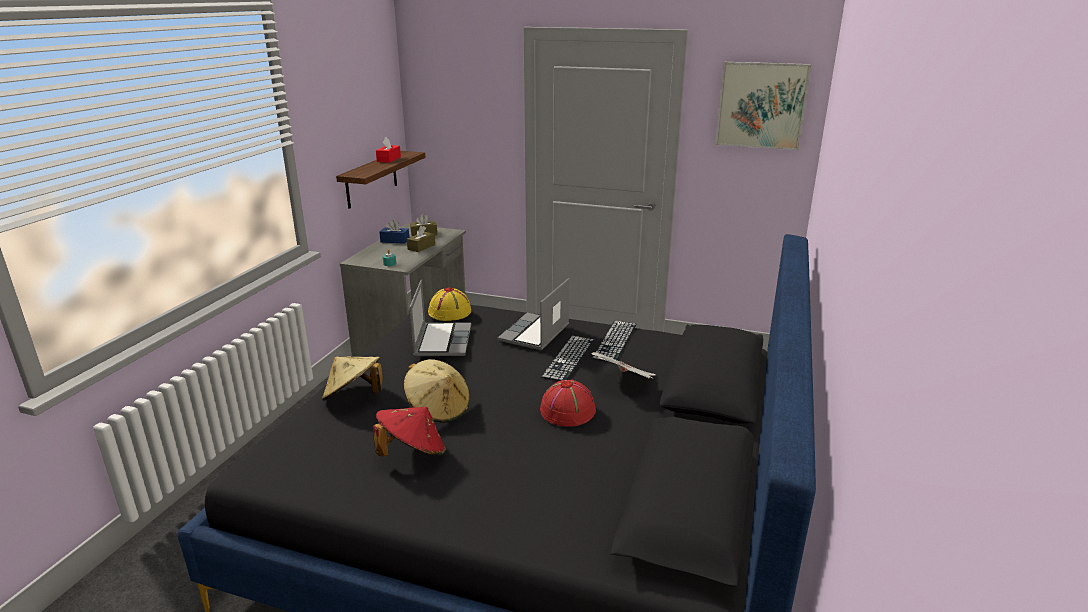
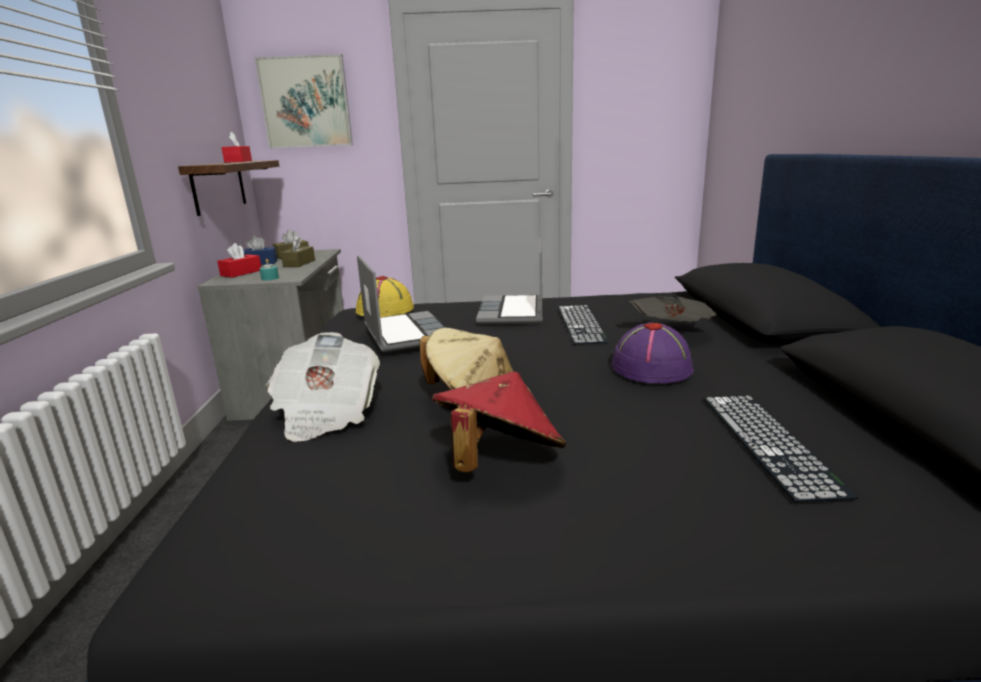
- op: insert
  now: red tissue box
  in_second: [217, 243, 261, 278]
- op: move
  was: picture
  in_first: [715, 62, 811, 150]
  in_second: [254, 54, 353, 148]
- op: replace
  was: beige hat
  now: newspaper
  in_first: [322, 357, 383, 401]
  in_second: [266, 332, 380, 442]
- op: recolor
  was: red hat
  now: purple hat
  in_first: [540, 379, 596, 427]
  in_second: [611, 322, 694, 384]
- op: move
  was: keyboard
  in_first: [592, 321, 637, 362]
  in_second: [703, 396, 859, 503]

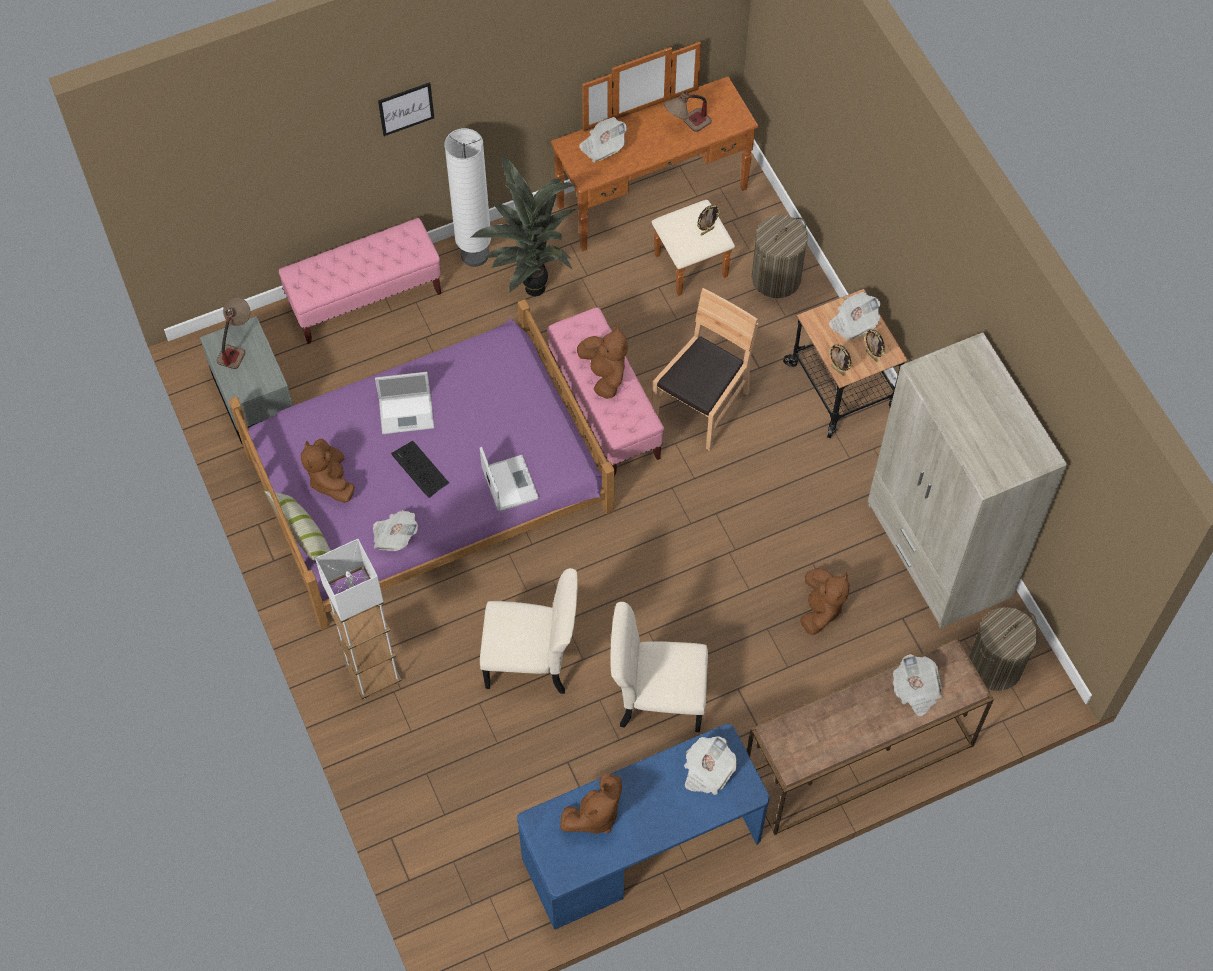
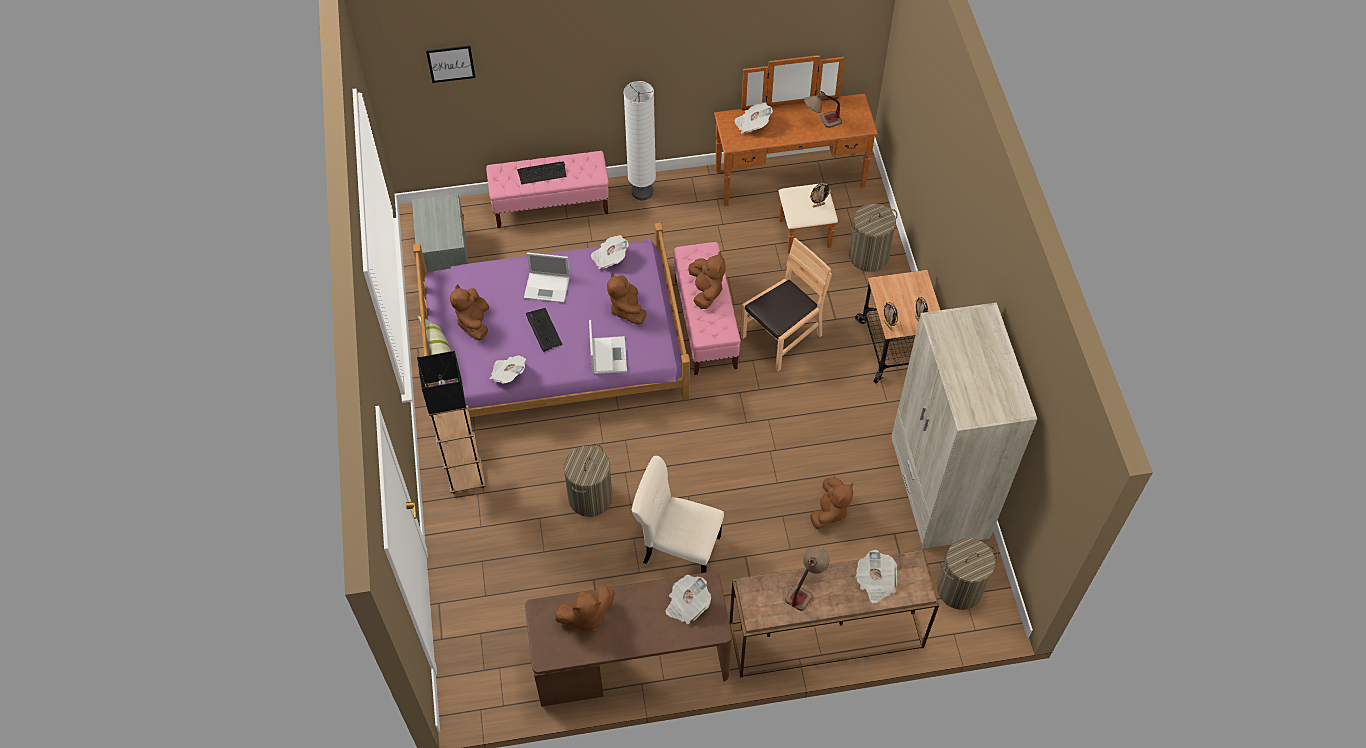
- op: recolor
  was: white floor lamp
  now: black floor lamp
  in_first: [315, 539, 401, 699]
  in_second: [417, 351, 485, 494]
- op: move
  was: picture
  in_first: [378, 82, 434, 136]
  in_second: [426, 45, 476, 83]
- op: insert
  now: keyboard
  in_second: [517, 162, 566, 185]
- op: recolor
  was: blue desk
  now: brown desk
  in_first: [517, 724, 770, 930]
  in_second: [525, 572, 732, 707]
- op: replace
  was: beige chair
  now: laundry basket
  in_first: [480, 568, 578, 694]
  in_second: [564, 444, 612, 517]
- op: move
  was: newspaper
  in_first: [829, 292, 881, 341]
  in_second: [591, 235, 629, 269]
- op: insert
  now: brown plush toy
  in_second: [607, 273, 647, 325]
- op: move
  was: table lamp
  in_first: [217, 297, 250, 369]
  in_second: [785, 547, 829, 611]
- op: delete
  was: potted plant
  in_first: [470, 156, 576, 296]

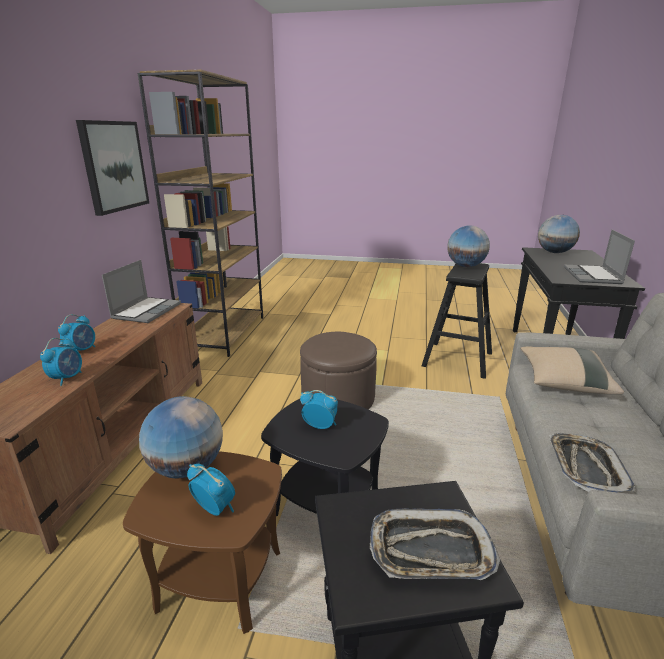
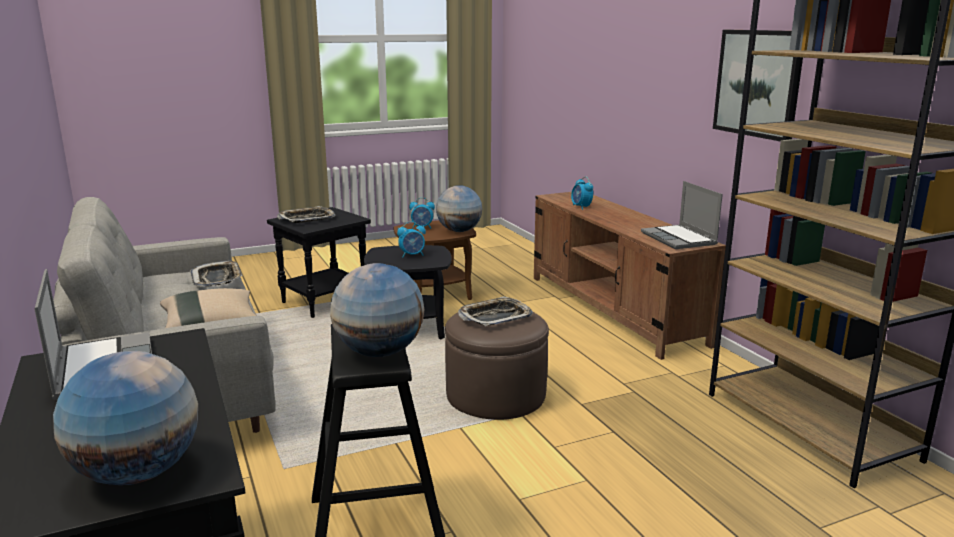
- op: insert
  now: tray
  in_second: [458, 296, 533, 326]
- op: delete
  was: alarm clock
  in_first: [58, 314, 95, 351]

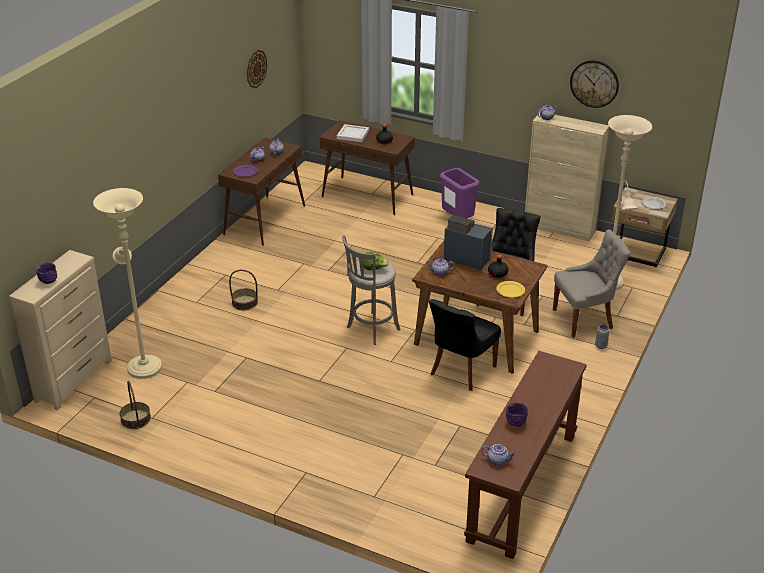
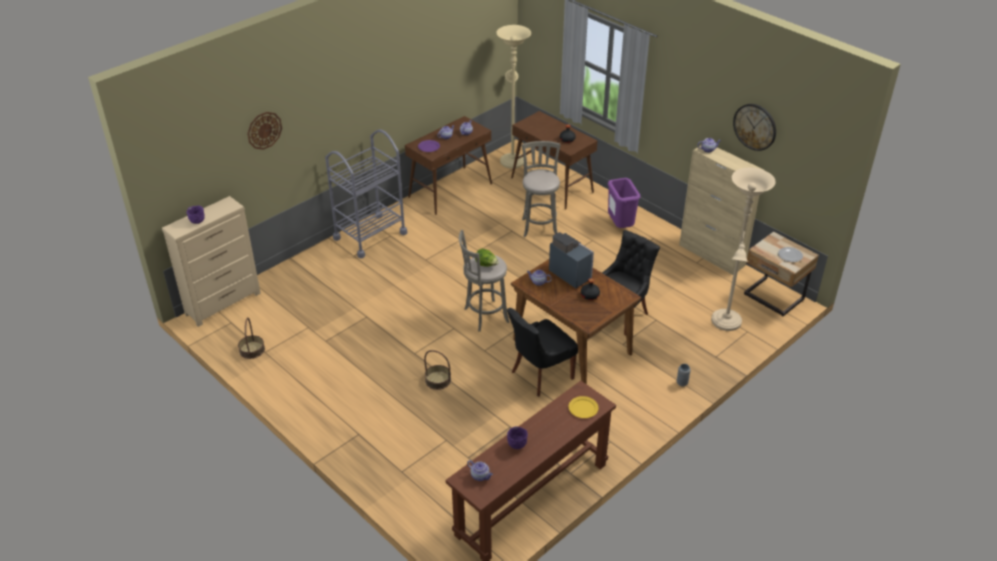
- op: move
  was: wall clock
  in_first: [247, 50, 267, 88]
  in_second: [247, 112, 282, 150]
- op: insert
  now: grey cart
  in_second: [325, 130, 407, 258]
- op: move
  was: basket
  in_first: [229, 270, 258, 310]
  in_second: [424, 350, 451, 390]
- op: move
  was: beige floor lamp
  in_first: [93, 188, 162, 379]
  in_second: [496, 25, 531, 169]
- op: insert
  now: grey stool
  in_second: [522, 141, 561, 237]
- op: move
  was: yellow plate
  in_first: [496, 281, 525, 297]
  in_second: [568, 396, 598, 418]
- op: delete
  was: white tray
  in_first: [337, 124, 369, 142]
- op: delete
  was: grey chair
  in_first: [553, 229, 630, 338]

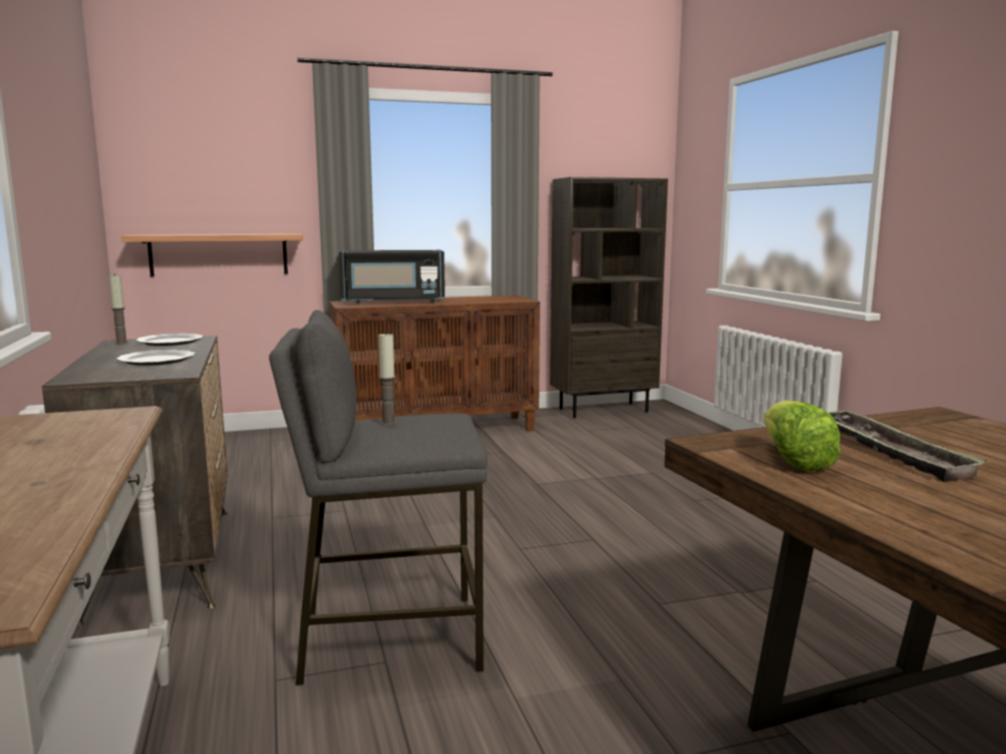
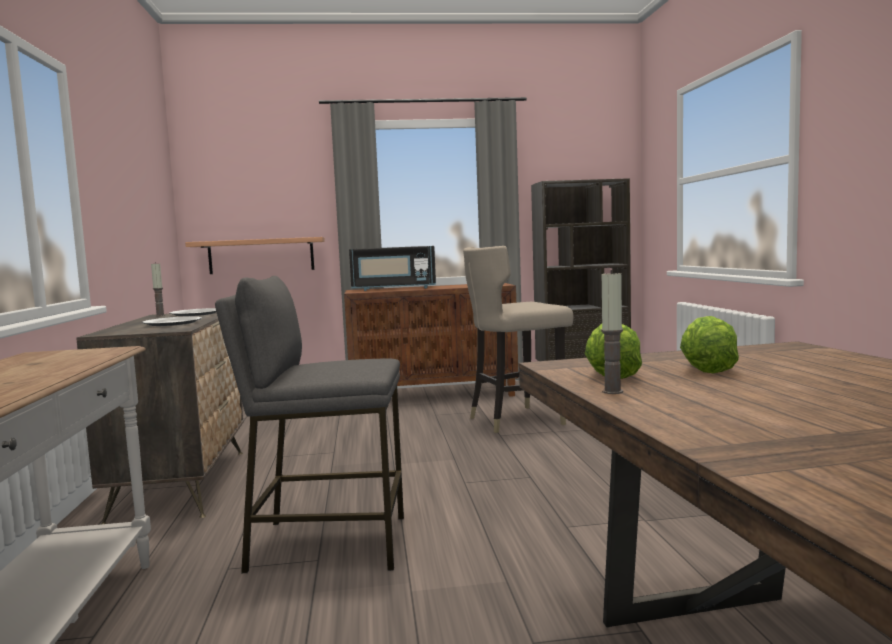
- op: insert
  now: beige stool
  in_second: [463, 246, 573, 433]
- op: move
  was: candle
  in_first: [378, 332, 396, 426]
  in_second: [601, 270, 623, 394]
- op: replace
  was: tray
  now: lettuce
  in_first: [828, 410, 988, 482]
  in_second: [680, 316, 739, 373]

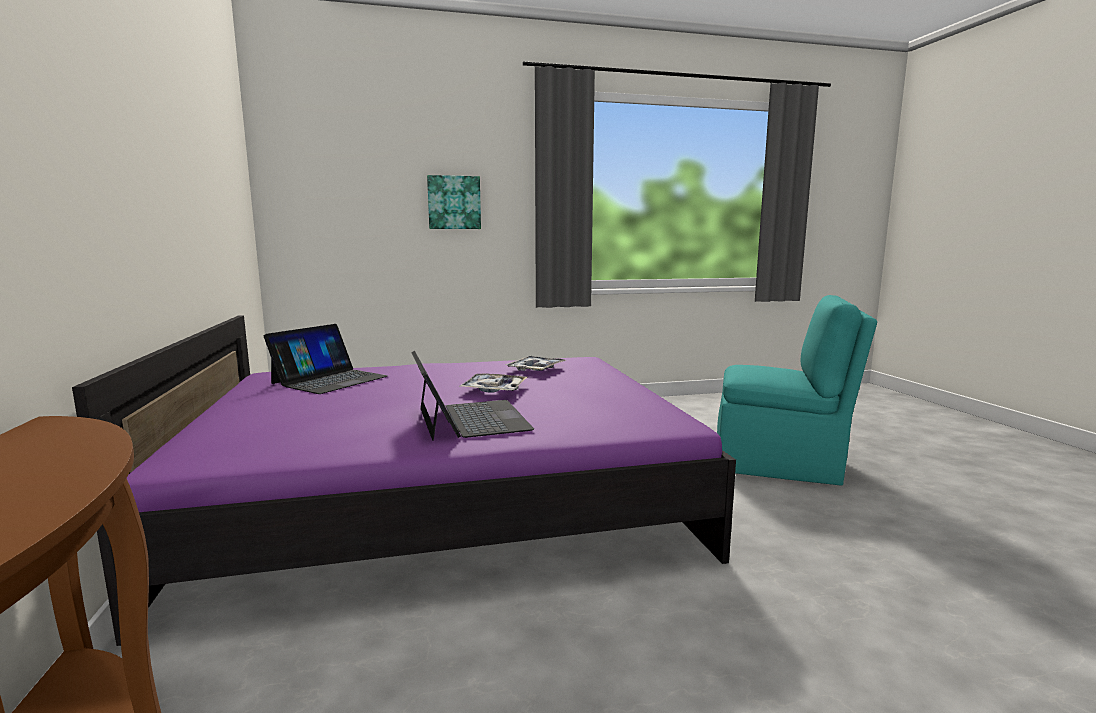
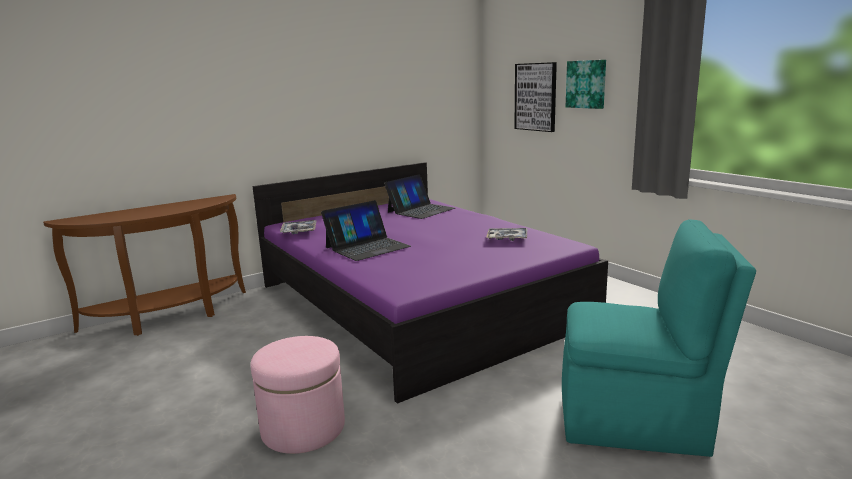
- op: insert
  now: pink ottoman
  in_second: [251, 336, 345, 454]
- op: move
  was: tray
  in_first: [459, 374, 527, 393]
  in_second: [280, 220, 317, 234]
- op: rotate
  was: laptop
  in_first: [264, 324, 388, 394]
  in_second: [384, 174, 455, 219]
  clockwise: -60
- op: insert
  now: picture
  in_second: [514, 62, 557, 132]
- op: rotate
  was: turquoise chair
  in_first: [717, 295, 877, 486]
  in_second: [562, 219, 756, 457]
  clockwise: -75

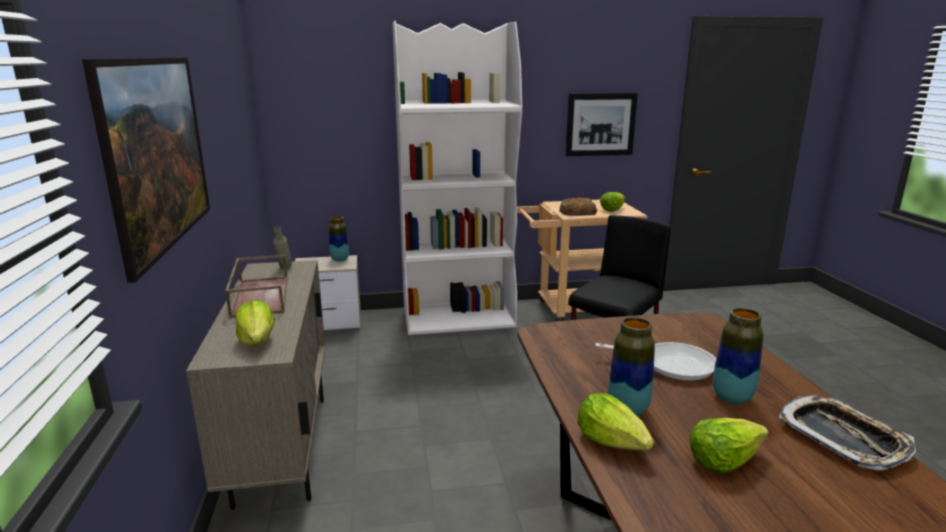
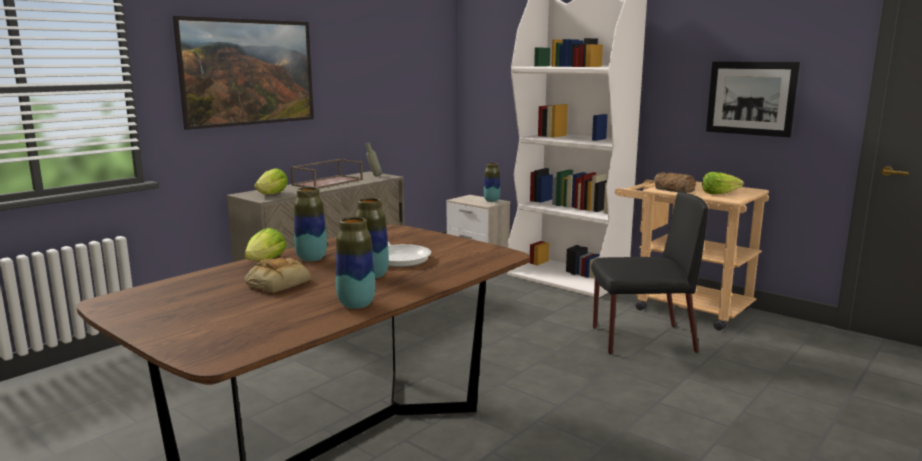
- op: replace
  was: lettuce
  now: bread
  in_first: [689, 418, 768, 474]
  in_second: [244, 257, 311, 293]
- op: replace
  was: tray
  now: vase
  in_first: [779, 394, 916, 471]
  in_second: [336, 217, 375, 309]

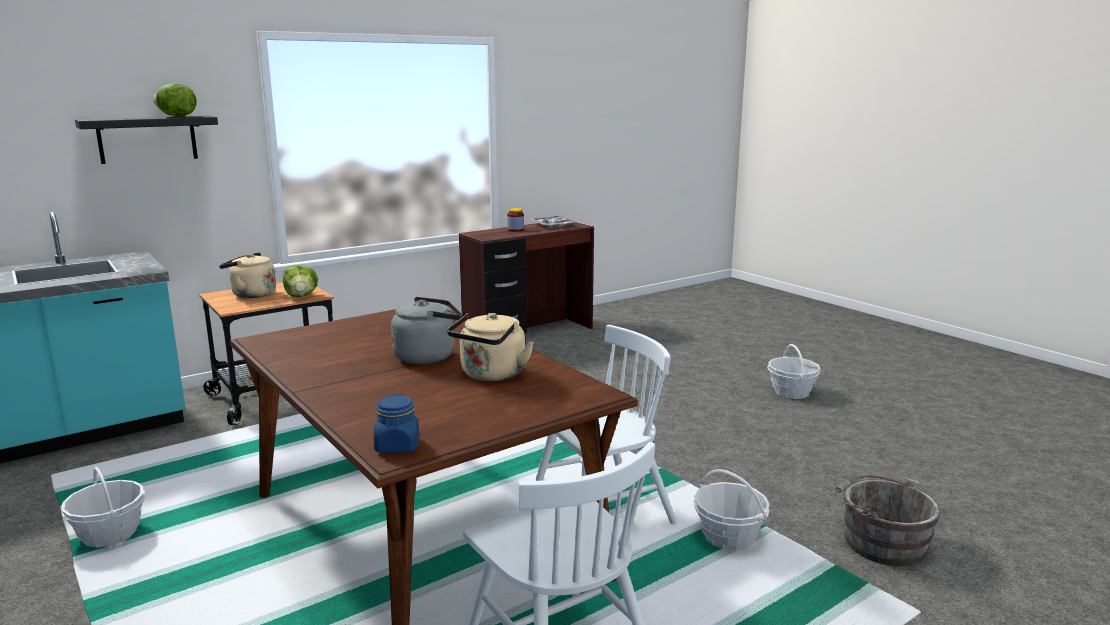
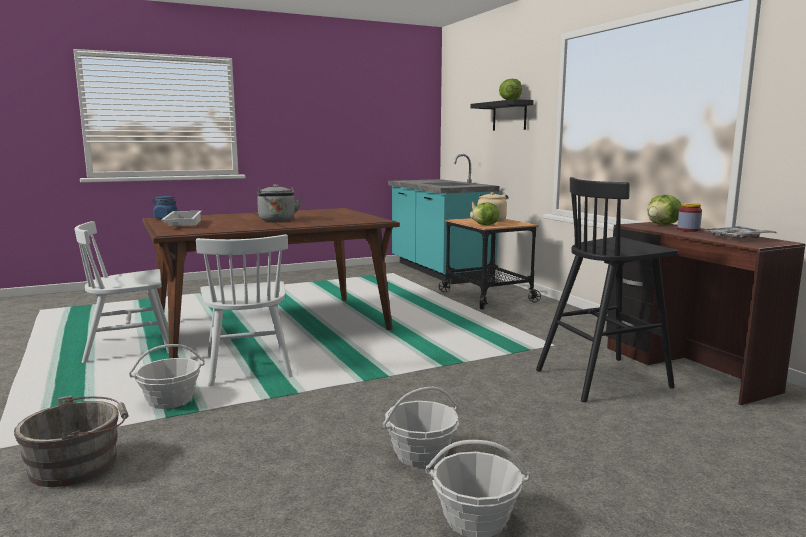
- op: insert
  now: white tray
  in_second: [161, 211, 202, 226]
- op: move
  was: basket
  in_first: [61, 467, 146, 547]
  in_second: [383, 387, 459, 468]
- op: insert
  now: black stool
  in_second: [536, 177, 678, 402]
- op: insert
  now: lettuce
  in_second: [648, 195, 682, 225]
- op: delete
  was: beige kettle
  in_first: [447, 313, 534, 381]

